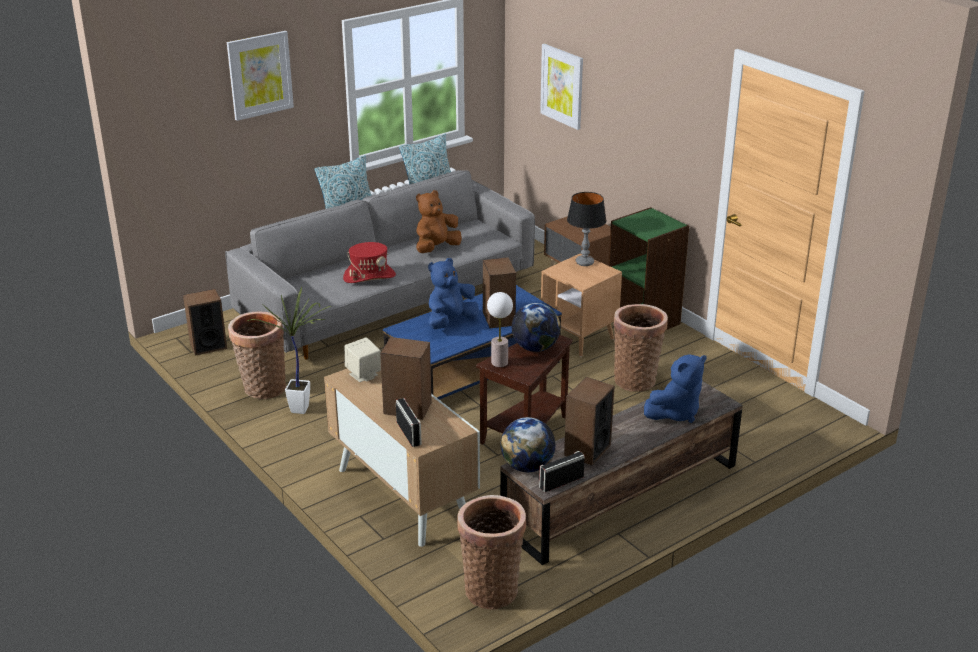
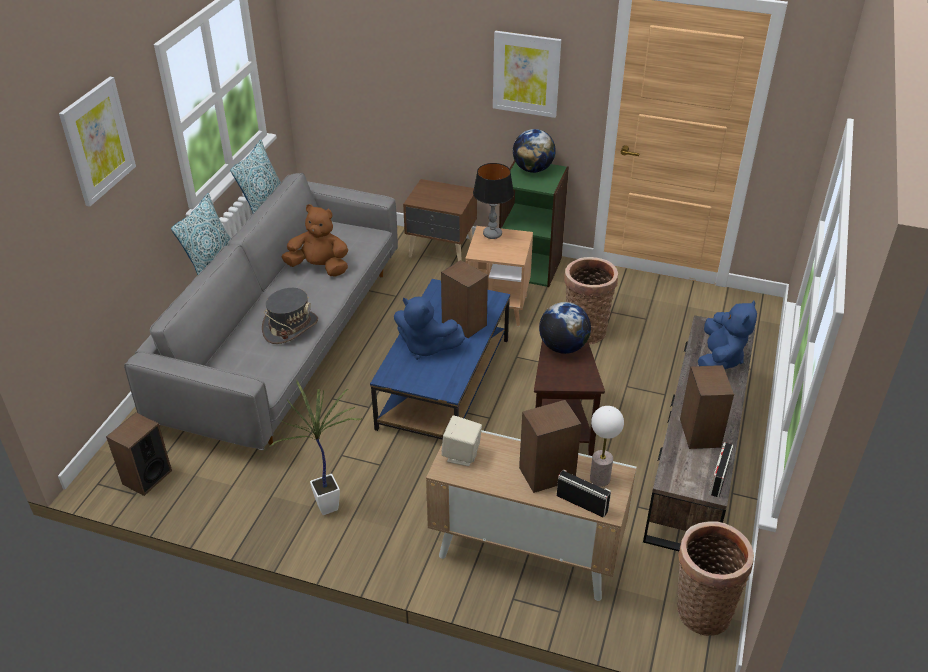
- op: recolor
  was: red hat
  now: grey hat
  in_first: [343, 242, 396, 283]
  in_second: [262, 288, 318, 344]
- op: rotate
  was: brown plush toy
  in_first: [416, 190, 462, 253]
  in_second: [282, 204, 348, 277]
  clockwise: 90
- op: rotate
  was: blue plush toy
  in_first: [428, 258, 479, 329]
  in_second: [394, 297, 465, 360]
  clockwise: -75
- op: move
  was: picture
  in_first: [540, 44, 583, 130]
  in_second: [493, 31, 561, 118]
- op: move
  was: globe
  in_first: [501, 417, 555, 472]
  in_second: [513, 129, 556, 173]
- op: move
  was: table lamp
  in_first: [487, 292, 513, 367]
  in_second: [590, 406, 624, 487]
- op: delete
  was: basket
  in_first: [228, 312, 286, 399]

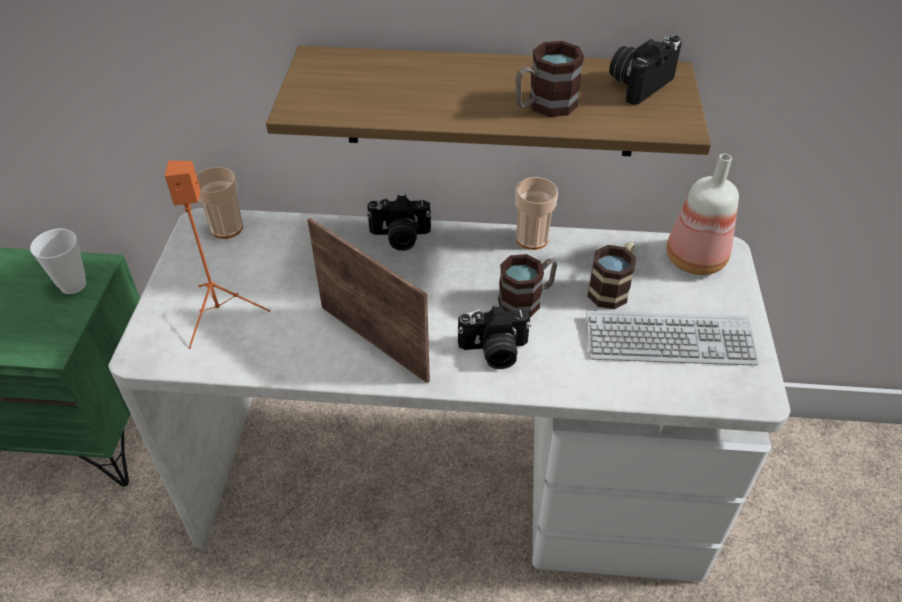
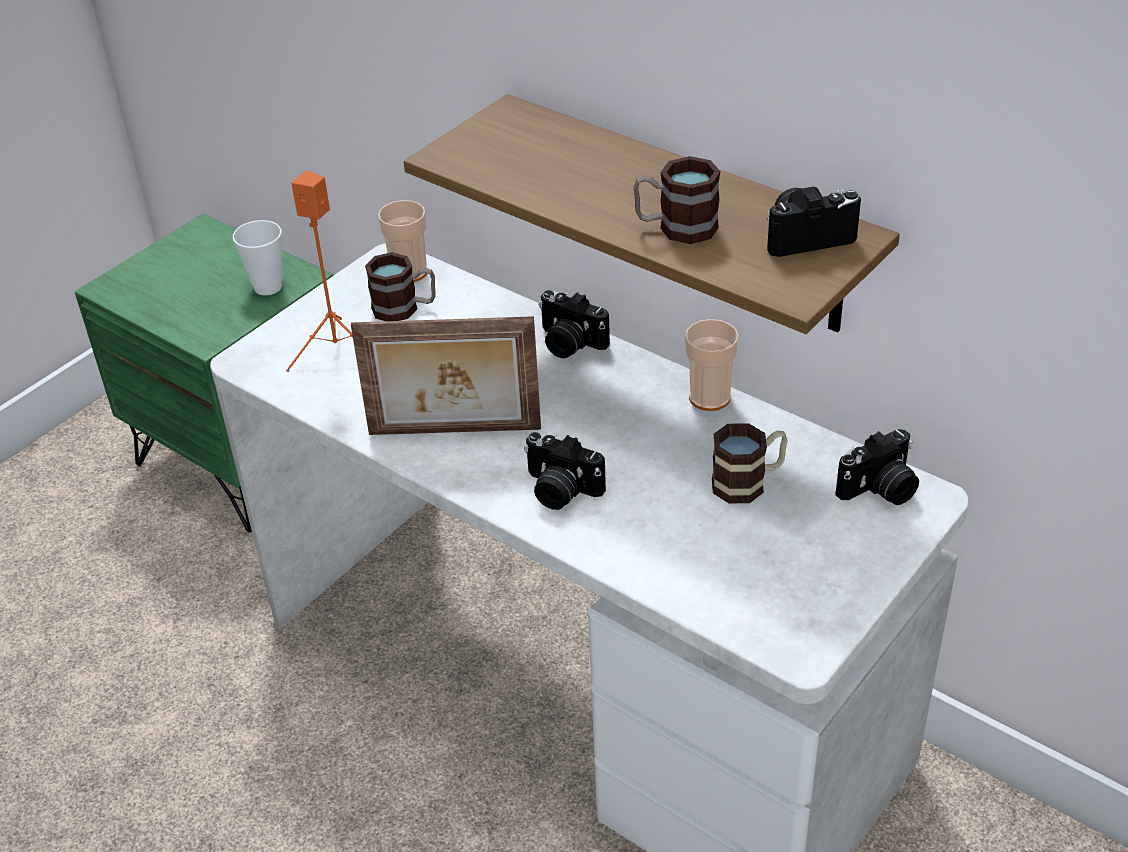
- op: rotate
  was: picture frame
  in_first: [307, 218, 430, 384]
  in_second: [351, 316, 541, 435]
  clockwise: 105
- op: move
  was: mug
  in_first: [498, 254, 557, 317]
  in_second: [365, 252, 436, 321]
- op: replace
  was: bottle
  now: photo camera
  in_first: [667, 153, 739, 275]
  in_second: [836, 429, 919, 505]
- op: delete
  was: keyboard
  in_first: [586, 311, 759, 366]

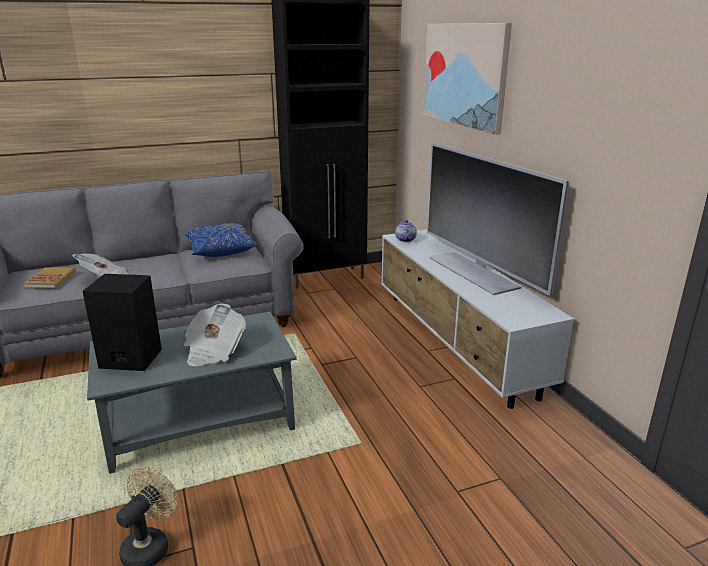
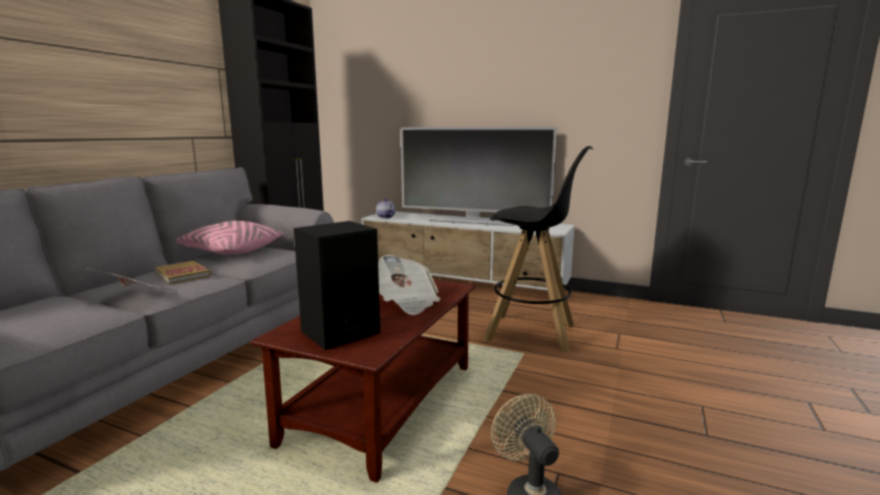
- op: move
  was: book
  in_first: [24, 267, 76, 289]
  in_second: [155, 261, 211, 284]
- op: recolor
  was: blue pillow
  now: pink pillow
  in_first: [185, 223, 258, 257]
  in_second: [176, 220, 284, 255]
- op: recolor
  was: grey coffee table
  now: brown coffee table
  in_first: [87, 312, 297, 474]
  in_second: [251, 279, 475, 483]
- op: insert
  now: black stool
  in_second: [483, 146, 593, 353]
- op: delete
  was: picture
  in_first: [423, 23, 512, 135]

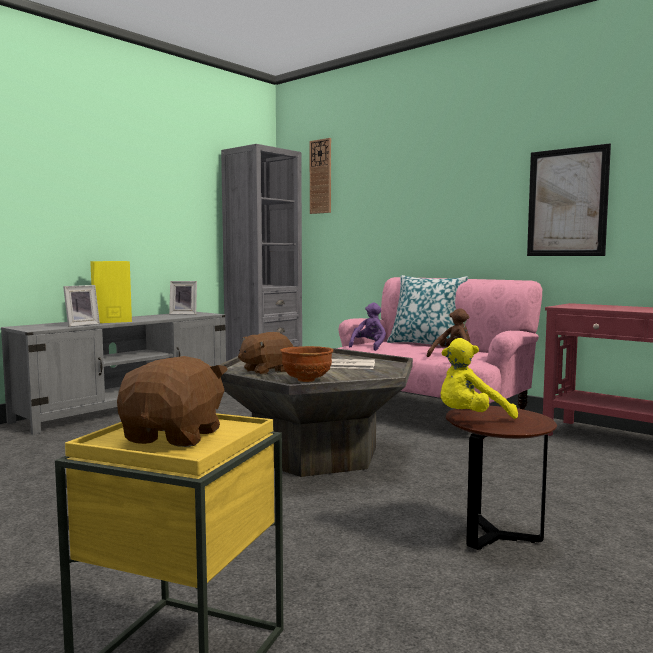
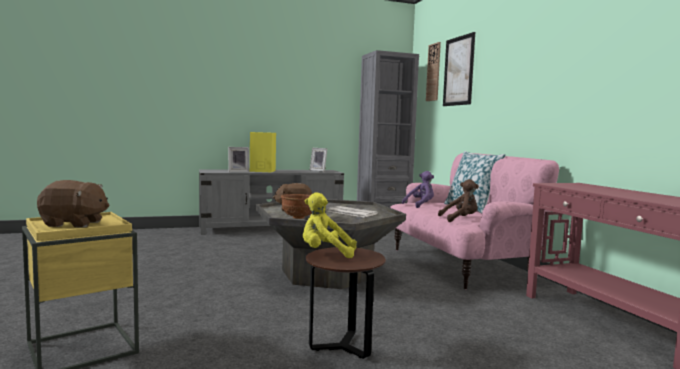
- op: rotate
  was: brown plush toy
  in_first: [117, 356, 228, 447]
  in_second: [37, 180, 109, 228]
  clockwise: 45
- op: move
  was: picture
  in_first: [527, 143, 611, 256]
  in_second: [443, 32, 475, 106]

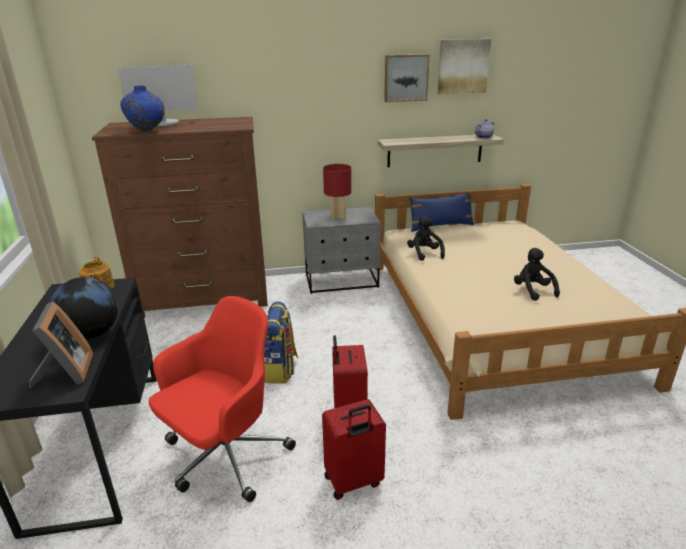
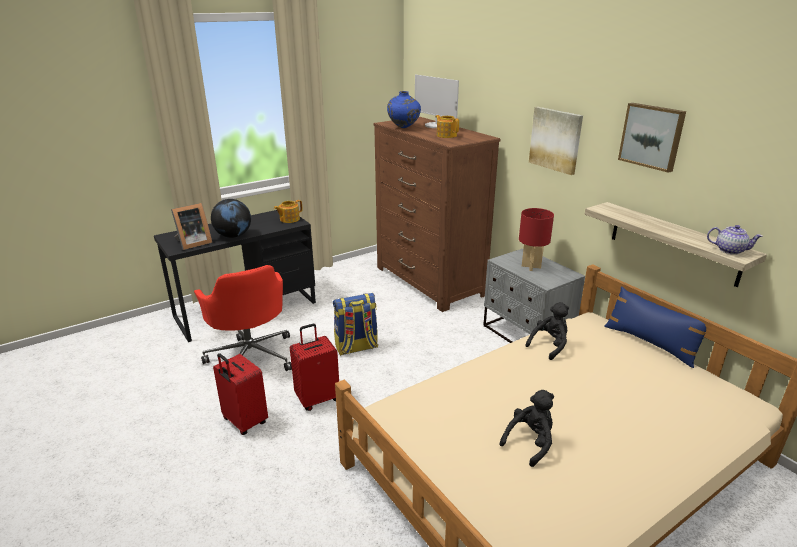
- op: rotate
  was: red office chair
  in_first: [149, 296, 296, 502]
  in_second: [194, 265, 292, 371]
  clockwise: 45
- op: insert
  now: teapot
  in_second: [435, 115, 459, 138]
- op: move
  was: picture
  in_first: [438, 39, 491, 94]
  in_second: [529, 107, 583, 175]

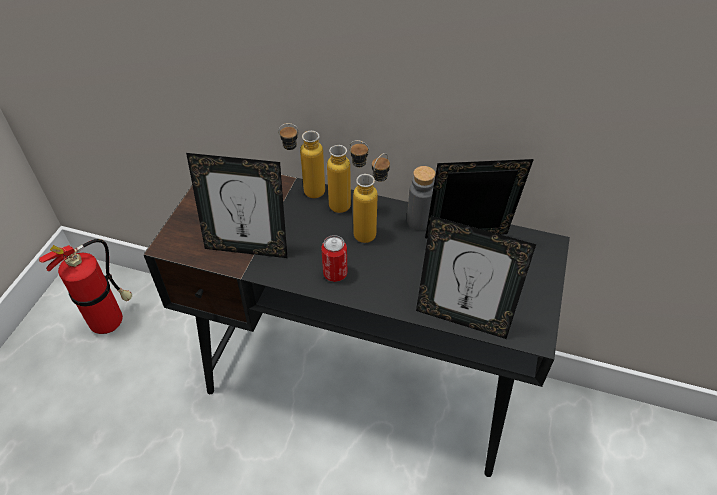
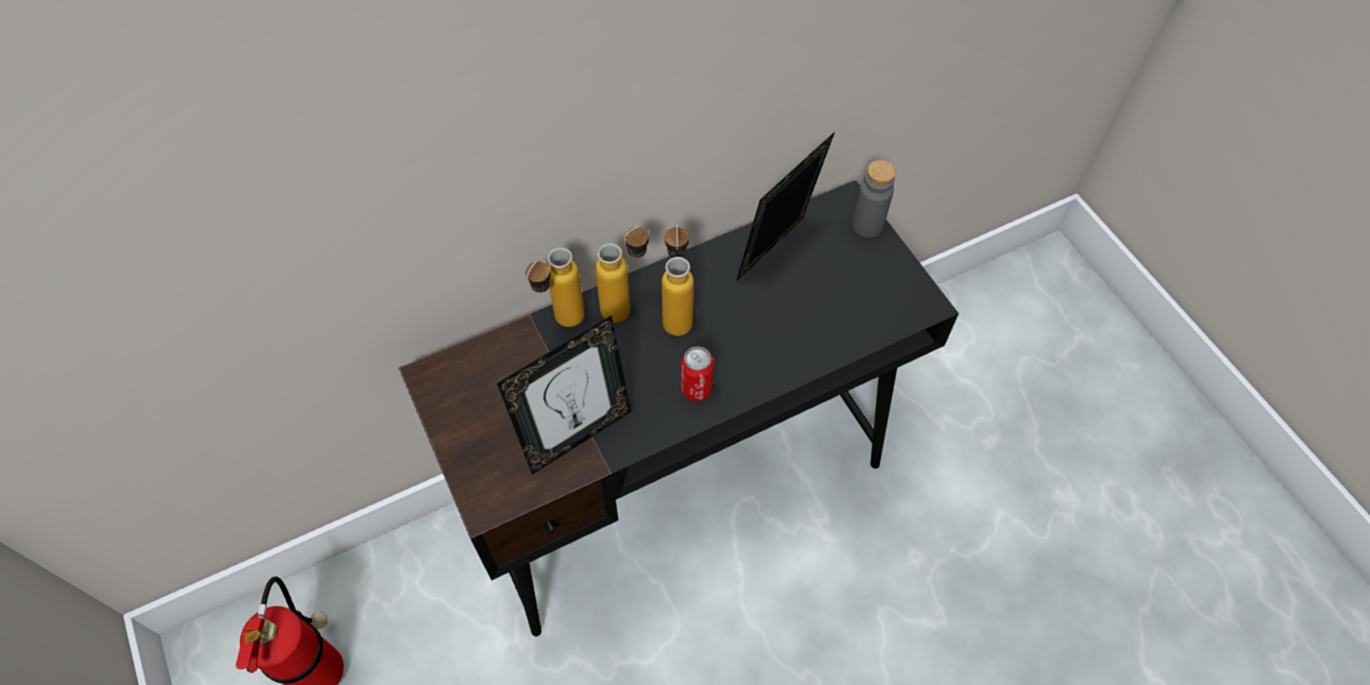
- op: move
  was: grey bottle
  in_first: [407, 166, 436, 231]
  in_second: [851, 160, 896, 238]
- op: delete
  was: picture frame
  in_first: [416, 216, 536, 339]

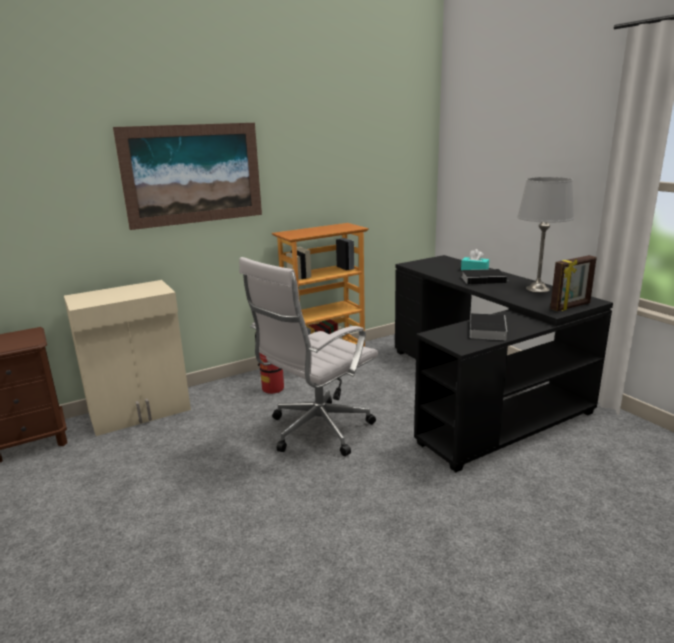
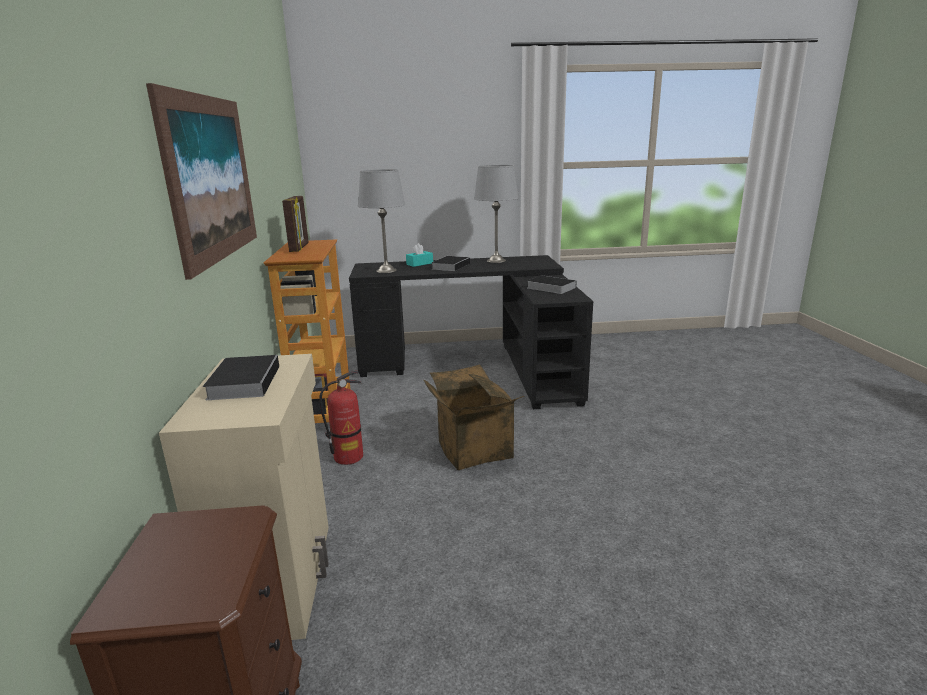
- op: insert
  now: book
  in_second: [203, 355, 279, 400]
- op: move
  was: picture frame
  in_first: [550, 255, 597, 311]
  in_second: [282, 196, 309, 252]
- op: insert
  now: grey table lamp
  in_second: [358, 169, 406, 273]
- op: replace
  was: white office chair
  now: cardboard box
  in_first: [239, 257, 378, 456]
  in_second: [424, 364, 524, 470]

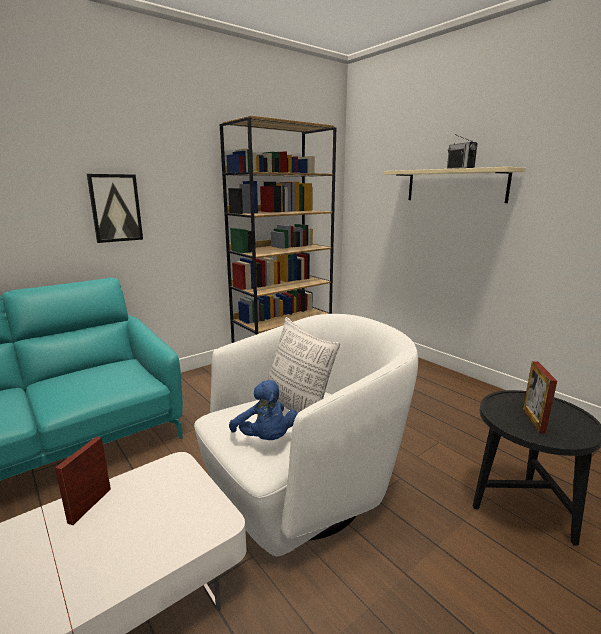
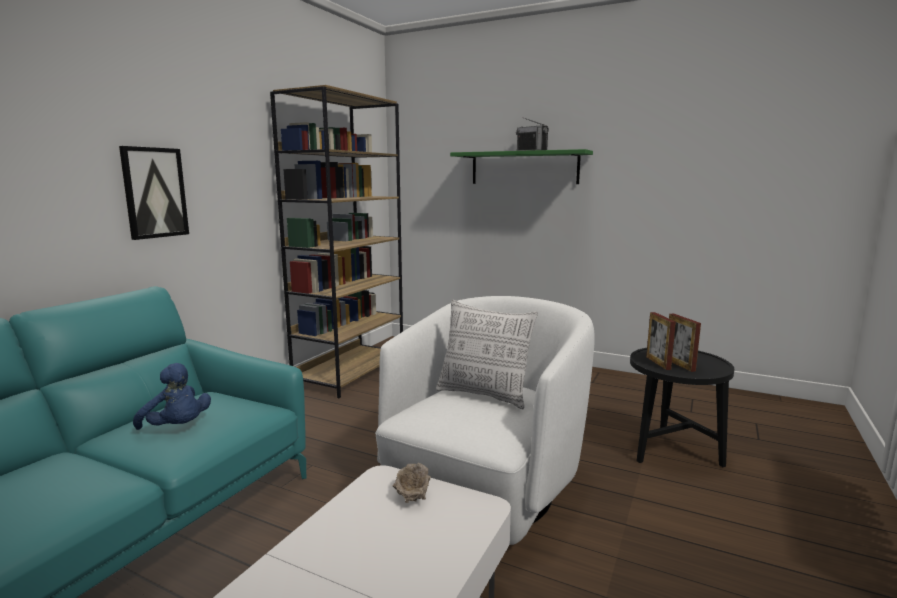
- op: move
  was: blue plush toy
  in_first: [229, 380, 297, 440]
  in_second: [133, 363, 211, 430]
- op: insert
  now: beige bowl
  in_second: [392, 463, 431, 503]
- op: recolor
  was: beige shelf
  now: green shelf
  in_first: [384, 167, 526, 203]
  in_second: [450, 149, 593, 184]
- op: move
  was: picture frame
  in_first: [55, 437, 111, 525]
  in_second: [646, 312, 676, 370]

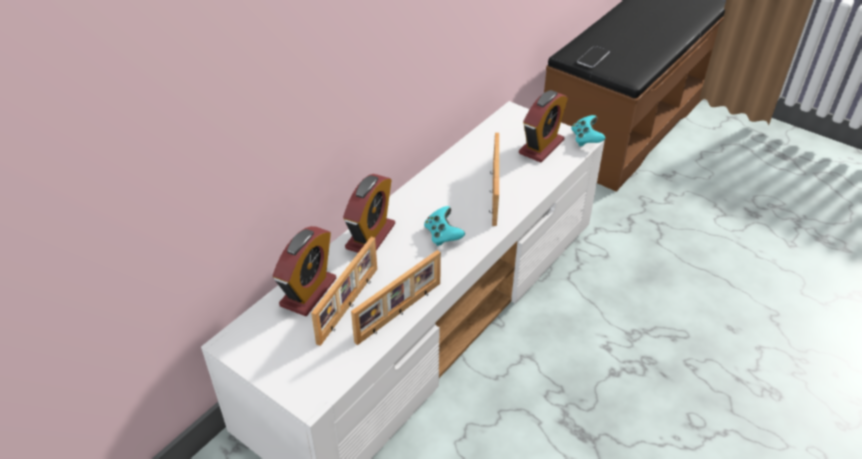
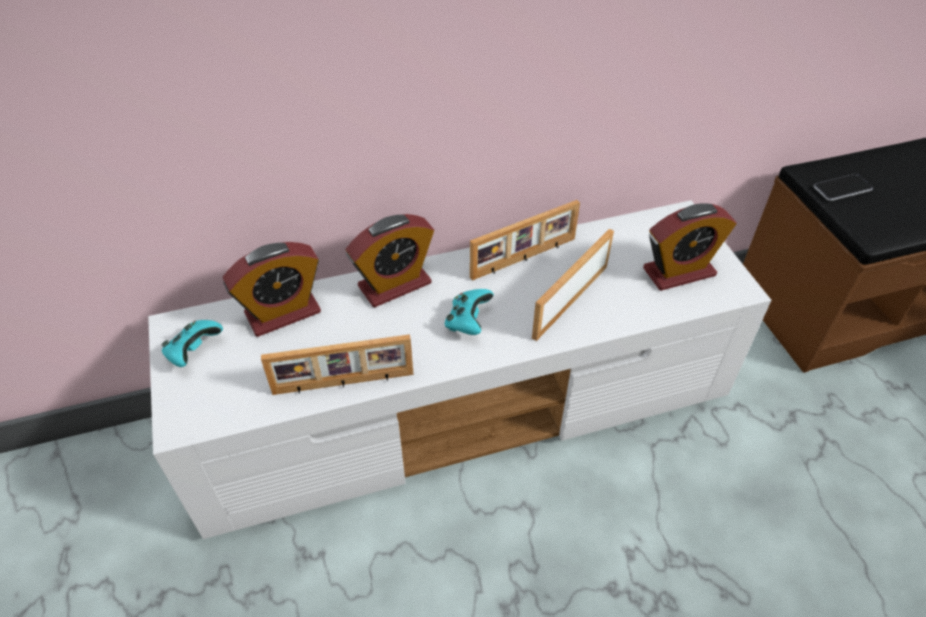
- op: move
  was: turquoise game controller
  in_first: [571, 115, 605, 146]
  in_second: [161, 320, 223, 367]
- op: move
  was: picture frame
  in_first: [311, 237, 377, 346]
  in_second: [470, 200, 580, 280]

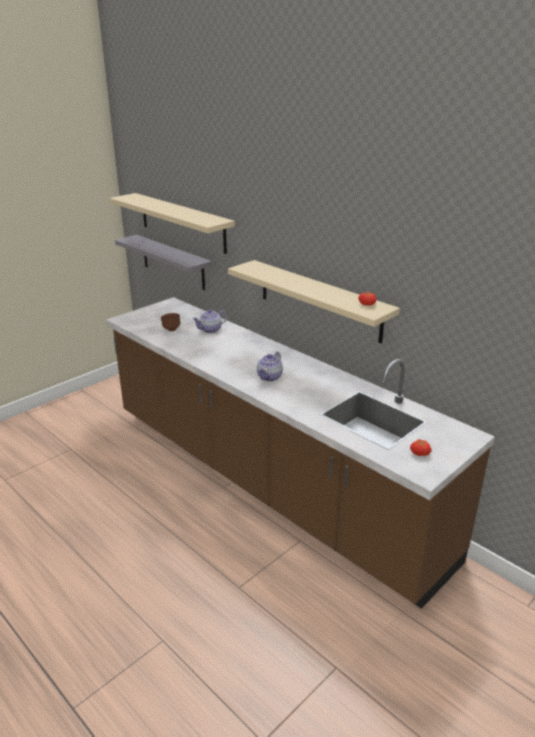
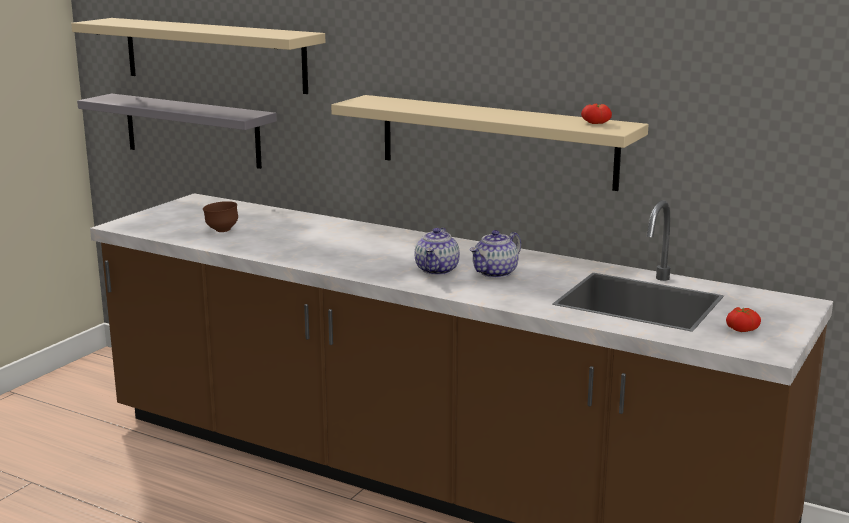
- op: move
  was: teapot
  in_first: [193, 309, 227, 333]
  in_second: [470, 230, 521, 278]

